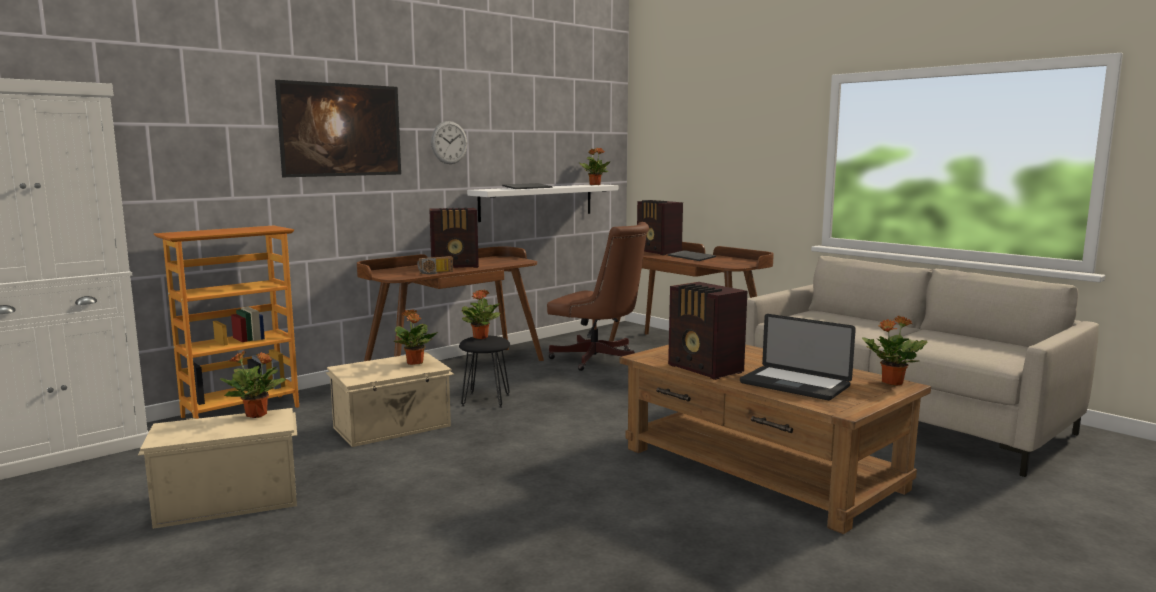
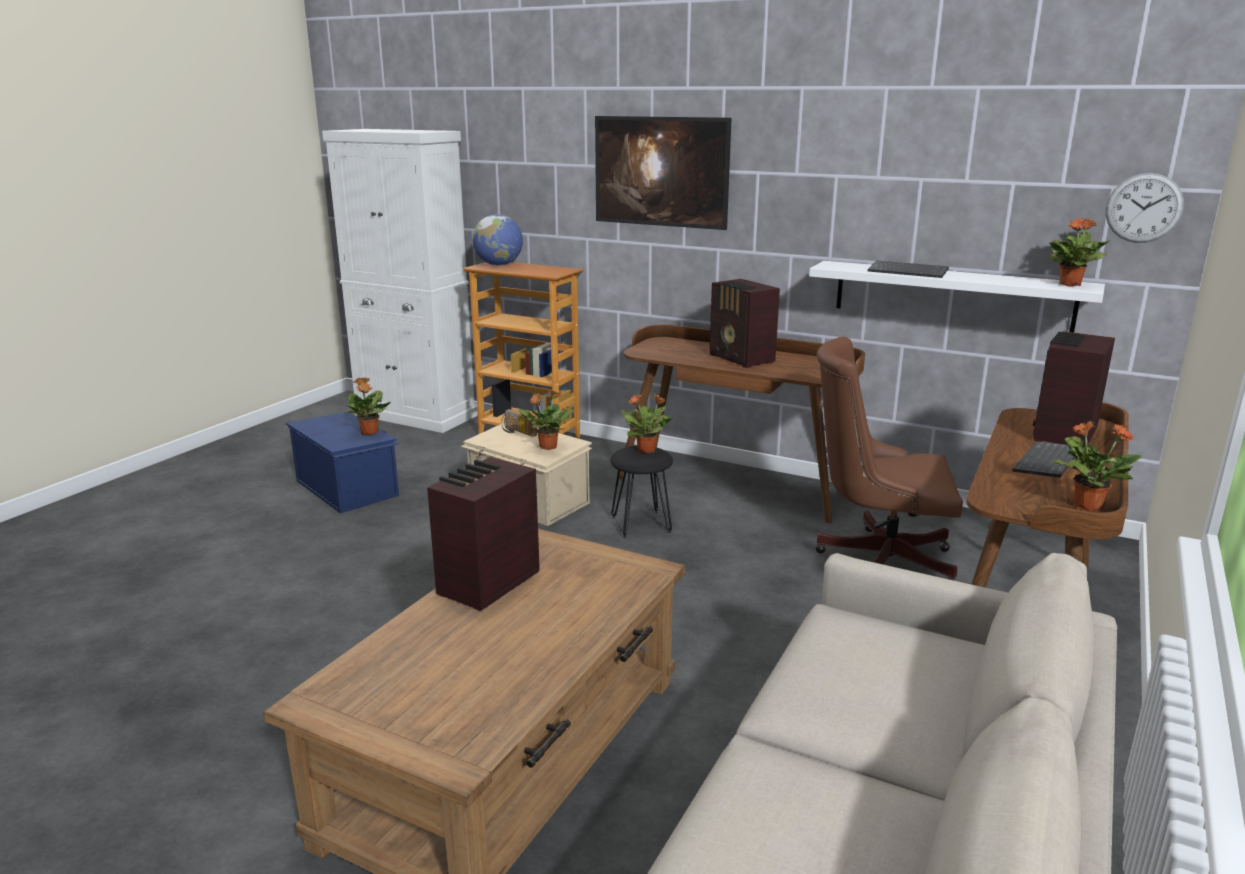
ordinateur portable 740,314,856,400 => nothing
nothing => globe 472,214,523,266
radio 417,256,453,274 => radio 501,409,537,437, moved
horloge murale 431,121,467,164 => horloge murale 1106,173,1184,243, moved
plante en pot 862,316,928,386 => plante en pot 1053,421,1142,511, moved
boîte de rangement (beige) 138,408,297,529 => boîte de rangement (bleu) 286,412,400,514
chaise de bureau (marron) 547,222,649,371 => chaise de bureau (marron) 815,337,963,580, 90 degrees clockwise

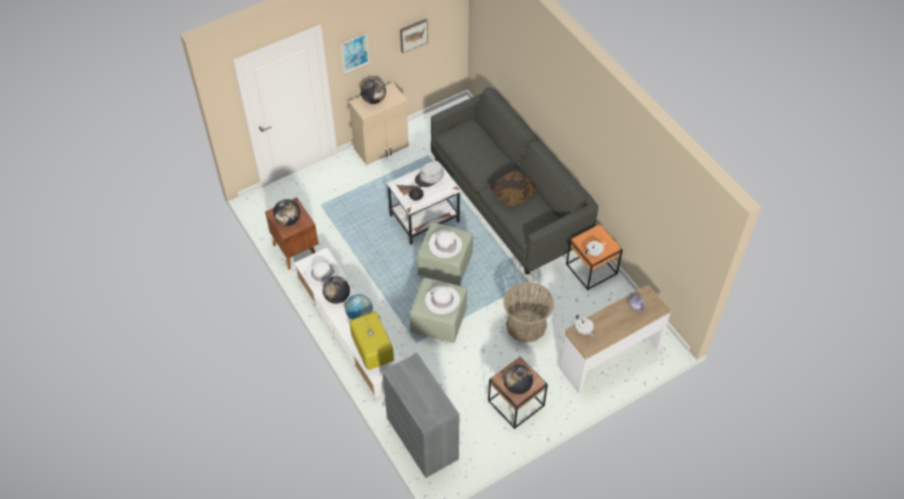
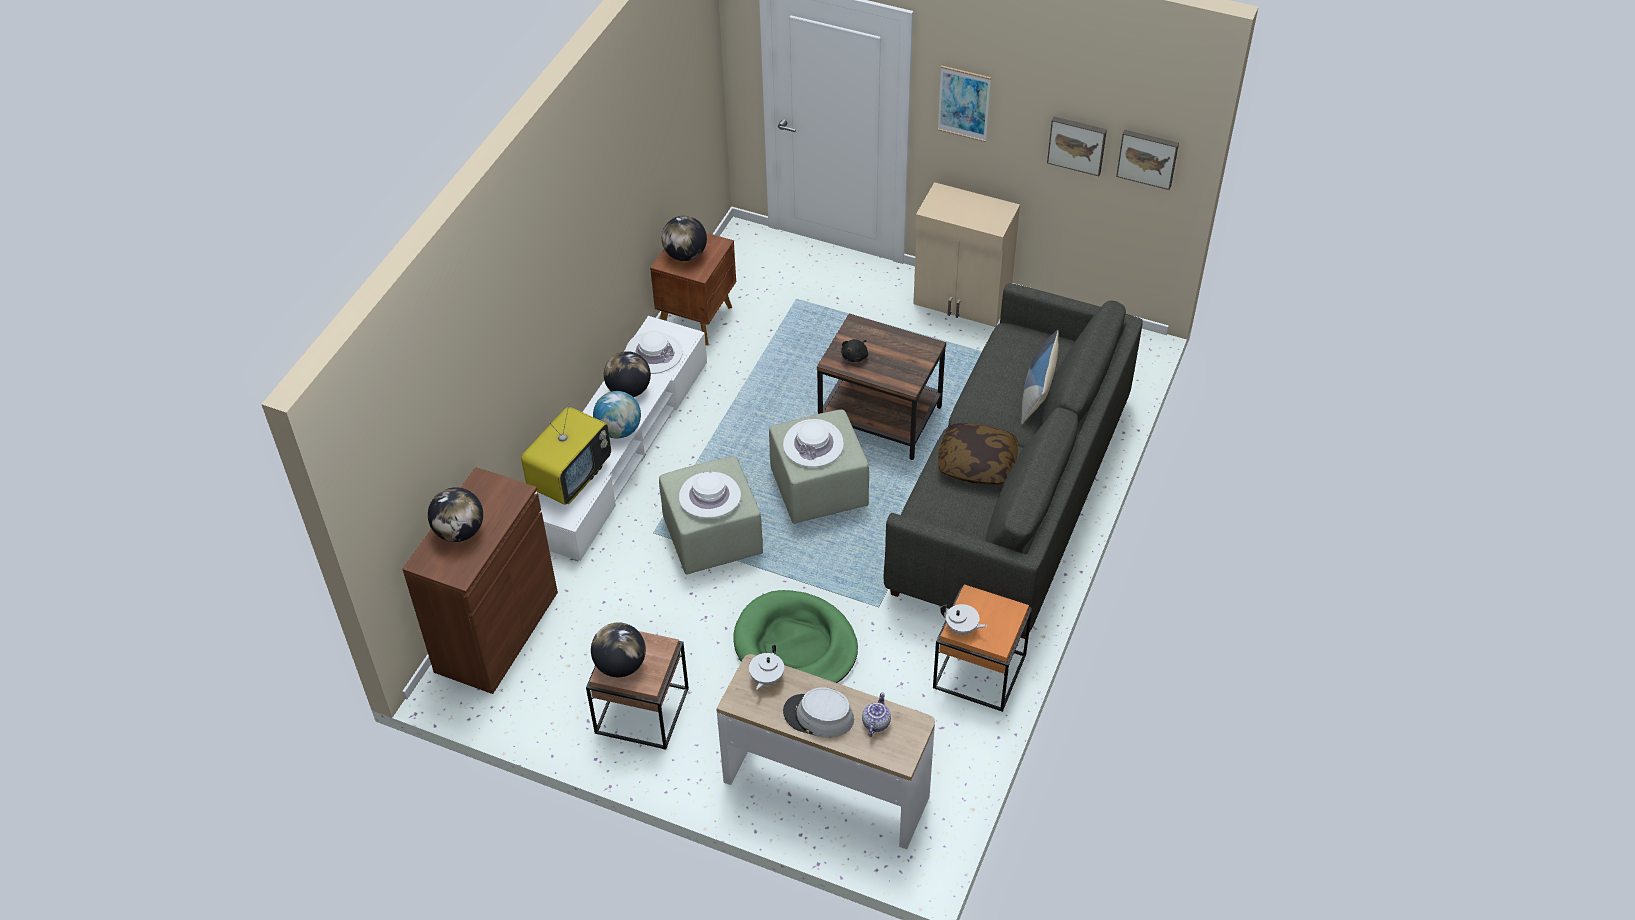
nothing => coussin 1021,330,1059,424
nothing => tableau 1116,130,1179,190
globe 361,79,386,104 => globe 428,487,483,542, moved
chapeau (gris) 415,161,444,187 => chapeau (gris) 783,687,854,738, moved
panier 503,282,554,343 => panier pour chien (vert) 733,590,858,683
meuble de rangement (gris) 382,353,459,478 => meuble de rangement (marron) 402,467,558,694
table d'appoint (blanc) 387,161,460,245 => table d'appoint (marron) 817,314,946,460

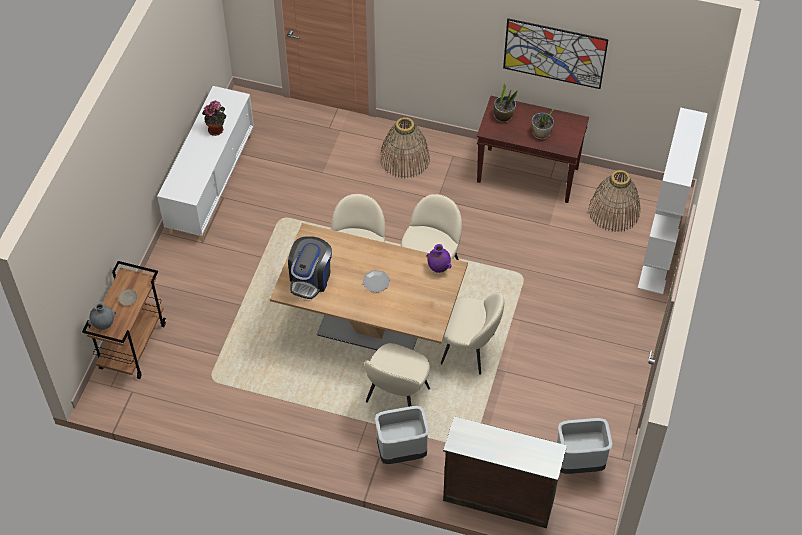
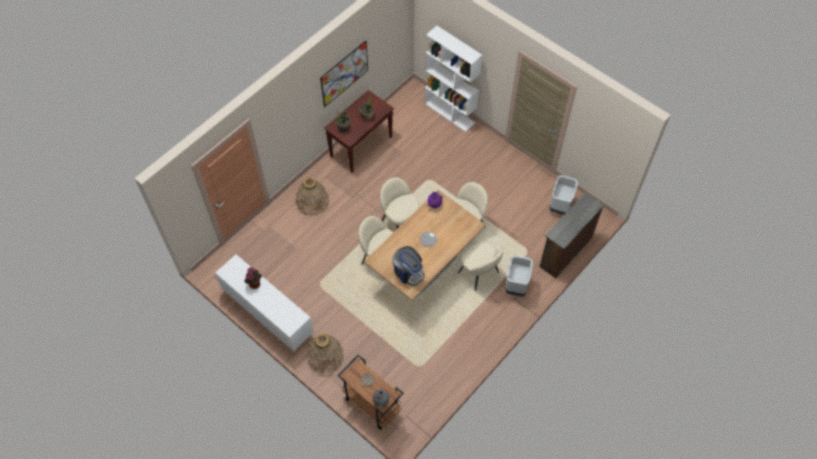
panier 588,170,640,232 => panier 307,334,344,373, moved

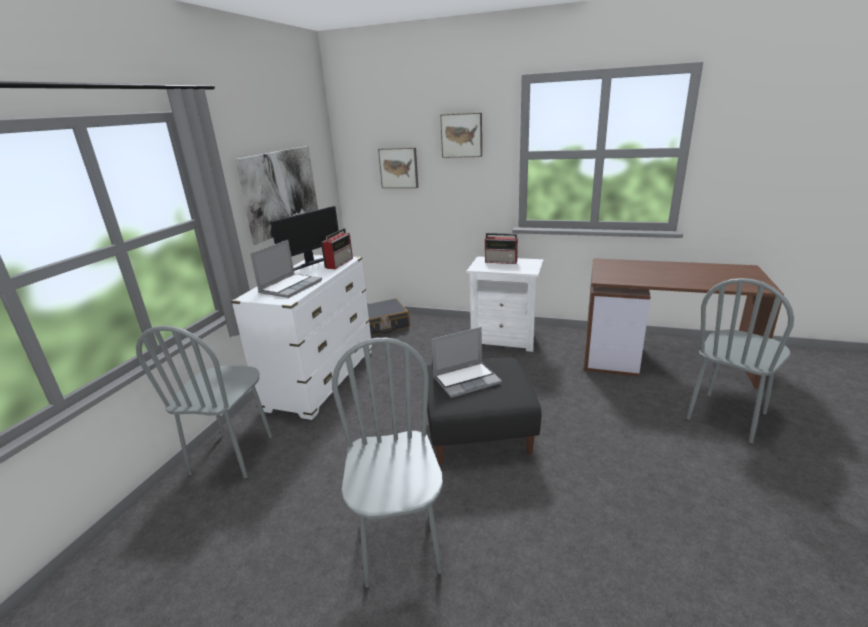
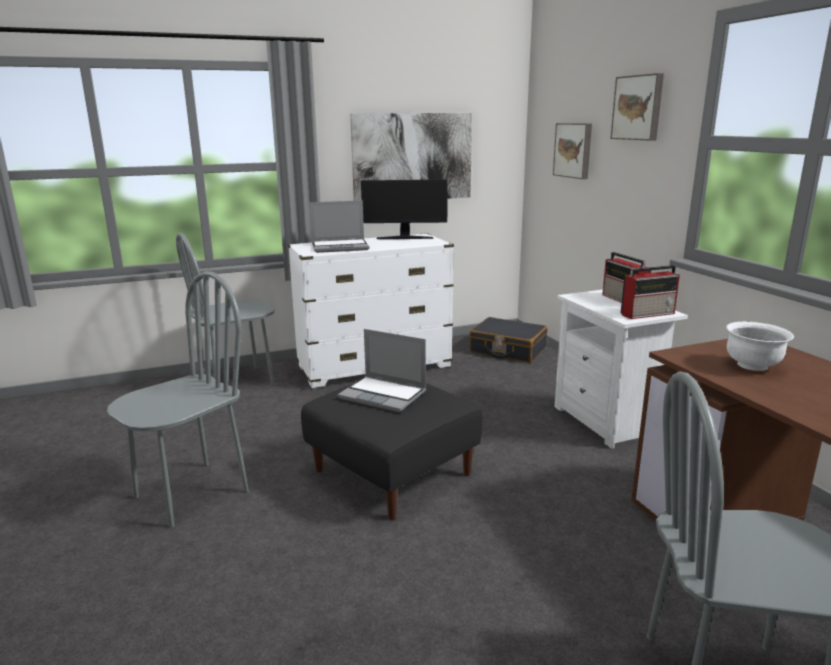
nothing => bol (blanc) 726,321,794,371
radio 321,228,353,269 => radio 621,265,680,319, moved

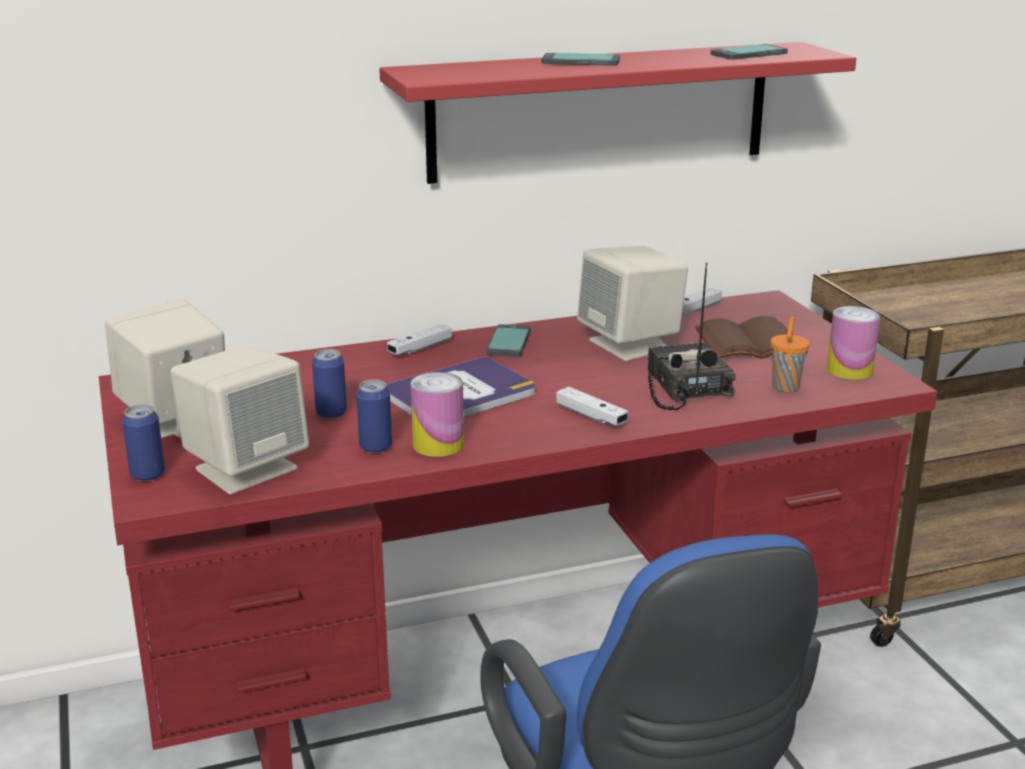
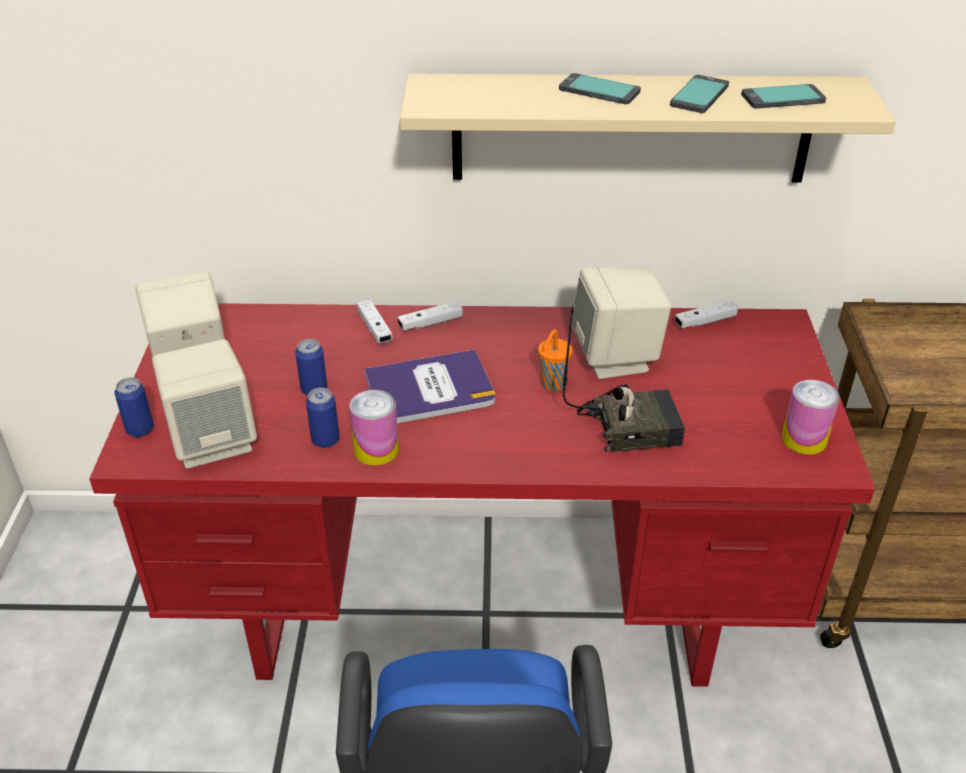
livre (marron) 695,316,808,359 => nothing
téléphone 486,324,531,357 => téléphone 670,75,729,113, moved
manette (blanc) 556,387,628,426 => manette (blanc) 357,299,393,343, moved
tasse (orange) 771,317,810,393 => tasse (orange) 538,329,573,391, moved
étagère (rouge) 379,42,856,184 => étagère (beige) 400,73,896,183
radio 648,263,736,410 => radio 563,305,685,452, 75 degrees clockwise

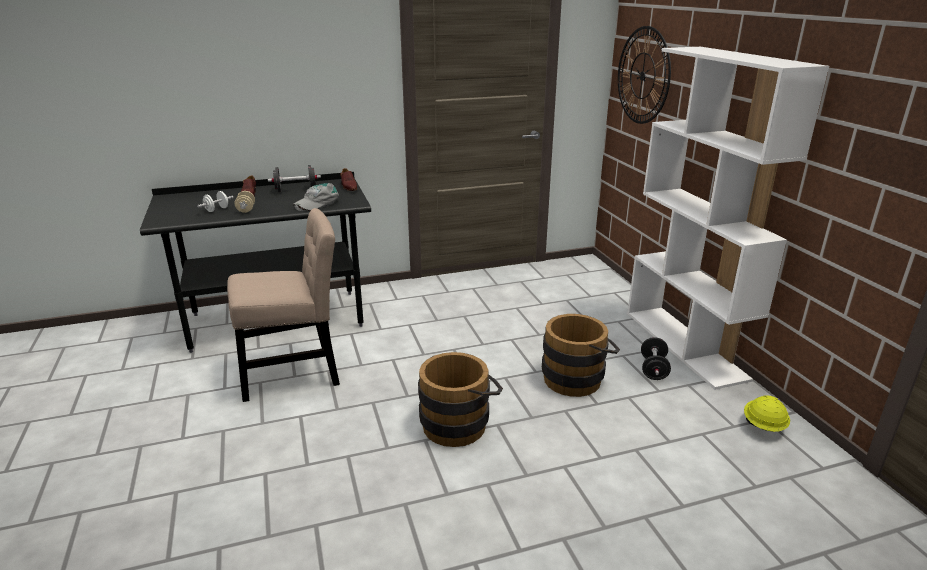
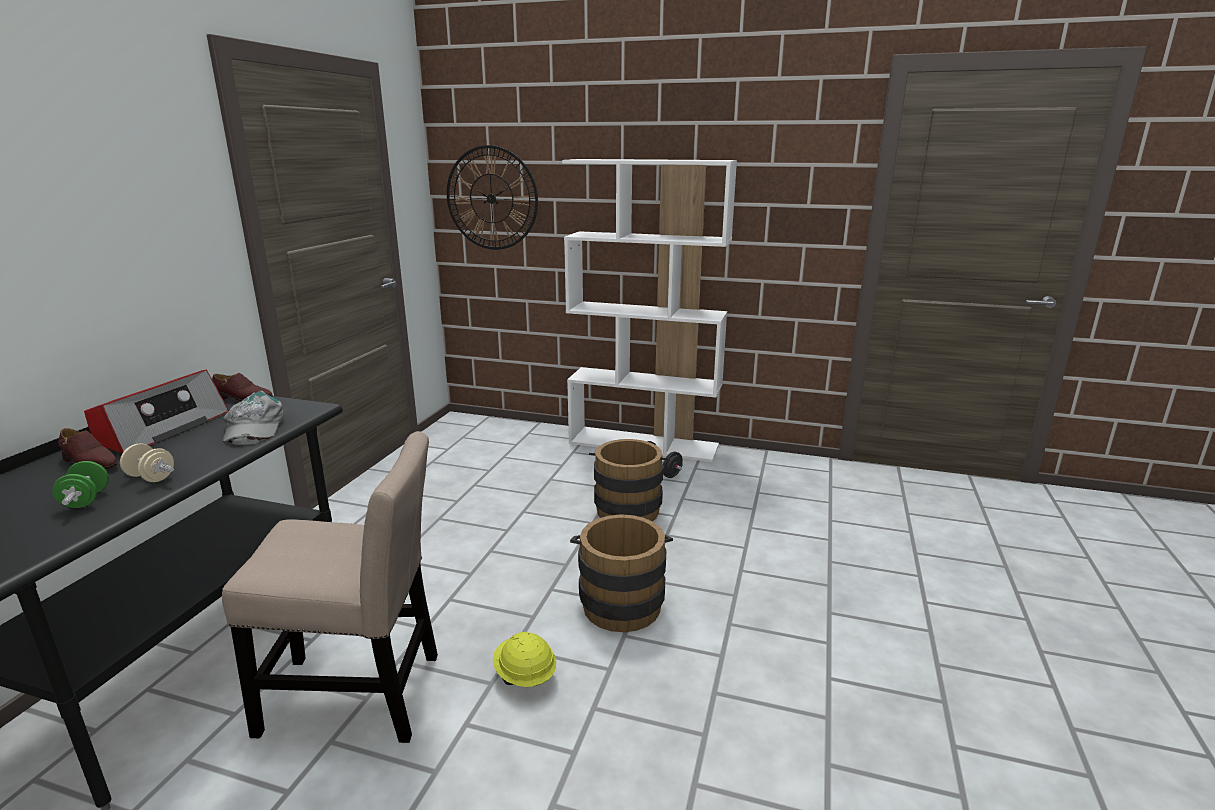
casque de chantier (jaune) 744,395,790,432 => casque de chantier (jaune) 493,632,556,687, moved
haltère (noir) 268,165,321,192 => radio 84,370,229,453
haltère (blanc) 197,191,234,212 => haltère (vert) 52,461,109,508
chaise (beige) 227,208,340,402 => chaise (beige) 222,431,438,743, 75 degrees clockwise

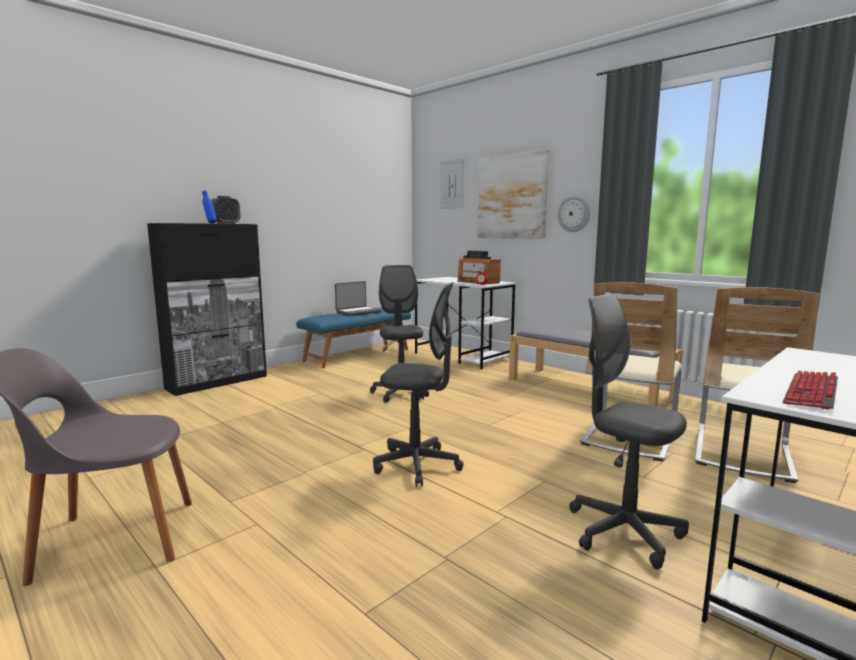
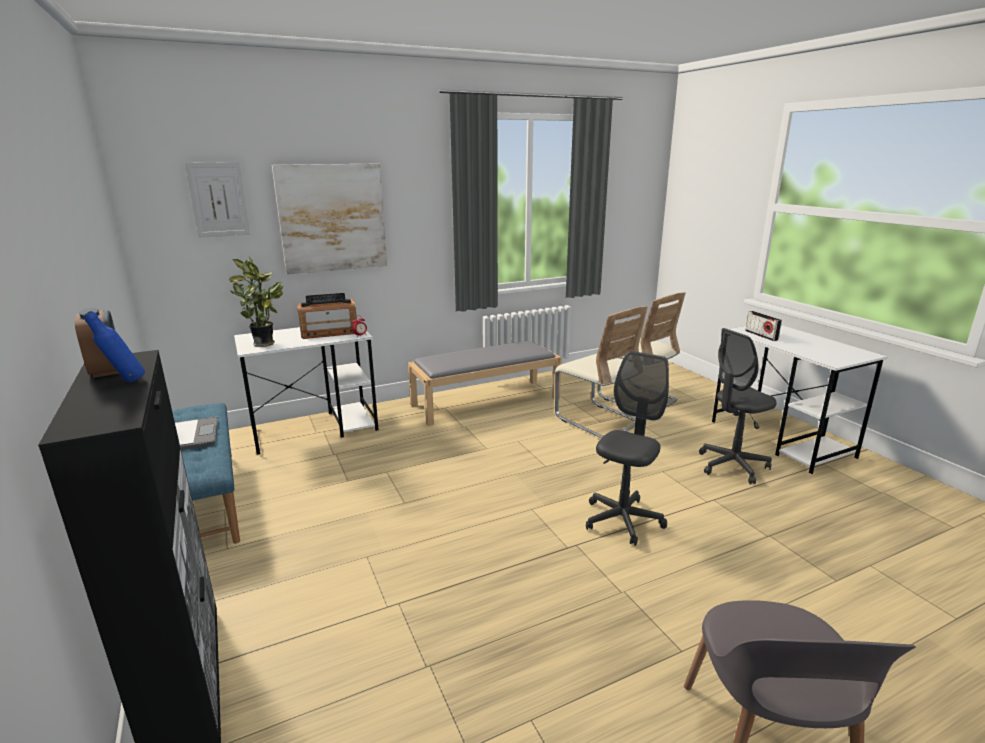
chaise de bureau (gris) 370,265,424,403 => nothing
horloge murale 558,196,590,232 => nothing
clavier 783,370,838,410 => nothing
nothing => plante en pot 229,257,283,347
nothing => radio 745,311,782,341

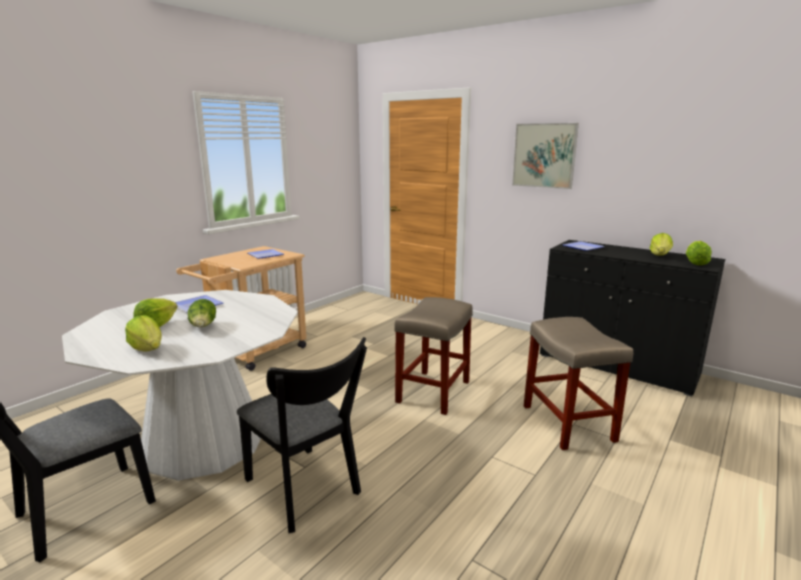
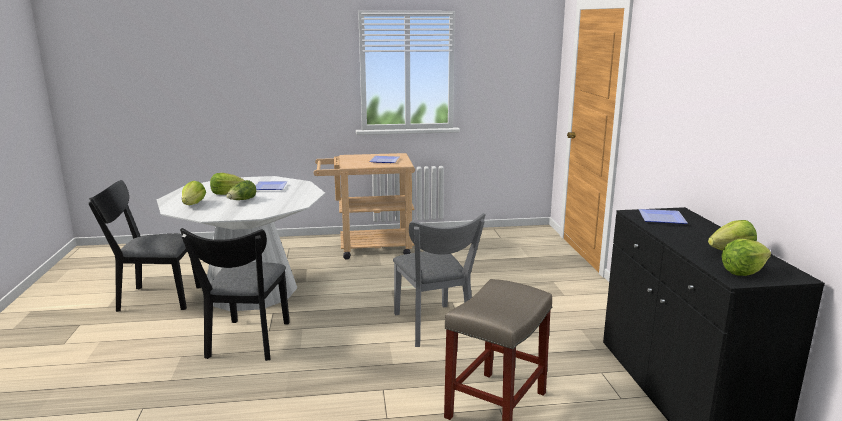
tableau 512,123,579,189 => nothing
tabouret (beige) 394,297,473,415 => chaise (gris) 393,213,485,347

